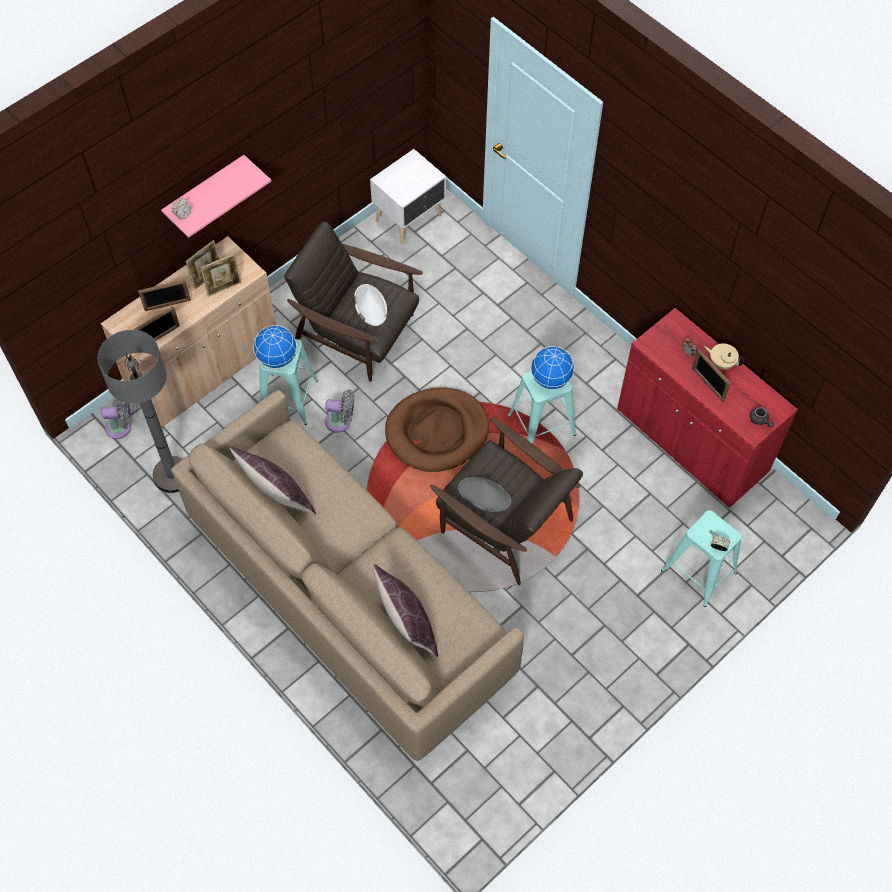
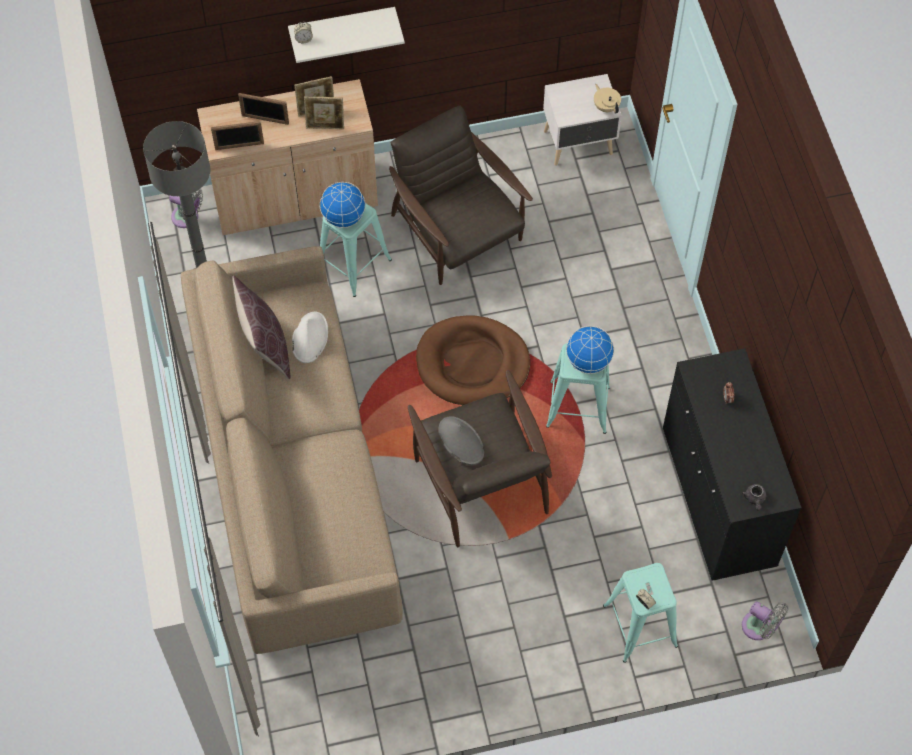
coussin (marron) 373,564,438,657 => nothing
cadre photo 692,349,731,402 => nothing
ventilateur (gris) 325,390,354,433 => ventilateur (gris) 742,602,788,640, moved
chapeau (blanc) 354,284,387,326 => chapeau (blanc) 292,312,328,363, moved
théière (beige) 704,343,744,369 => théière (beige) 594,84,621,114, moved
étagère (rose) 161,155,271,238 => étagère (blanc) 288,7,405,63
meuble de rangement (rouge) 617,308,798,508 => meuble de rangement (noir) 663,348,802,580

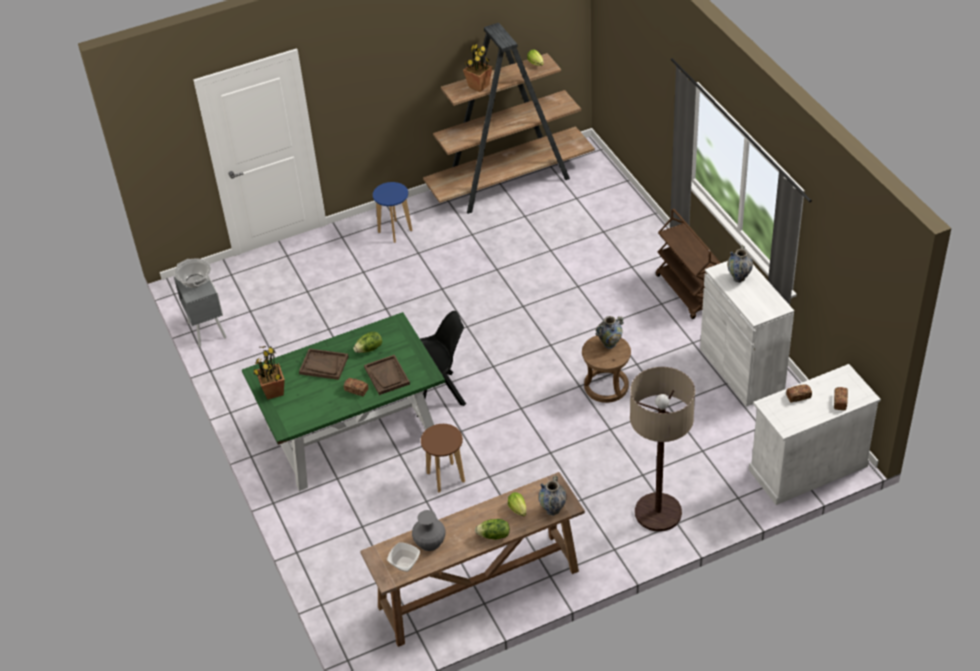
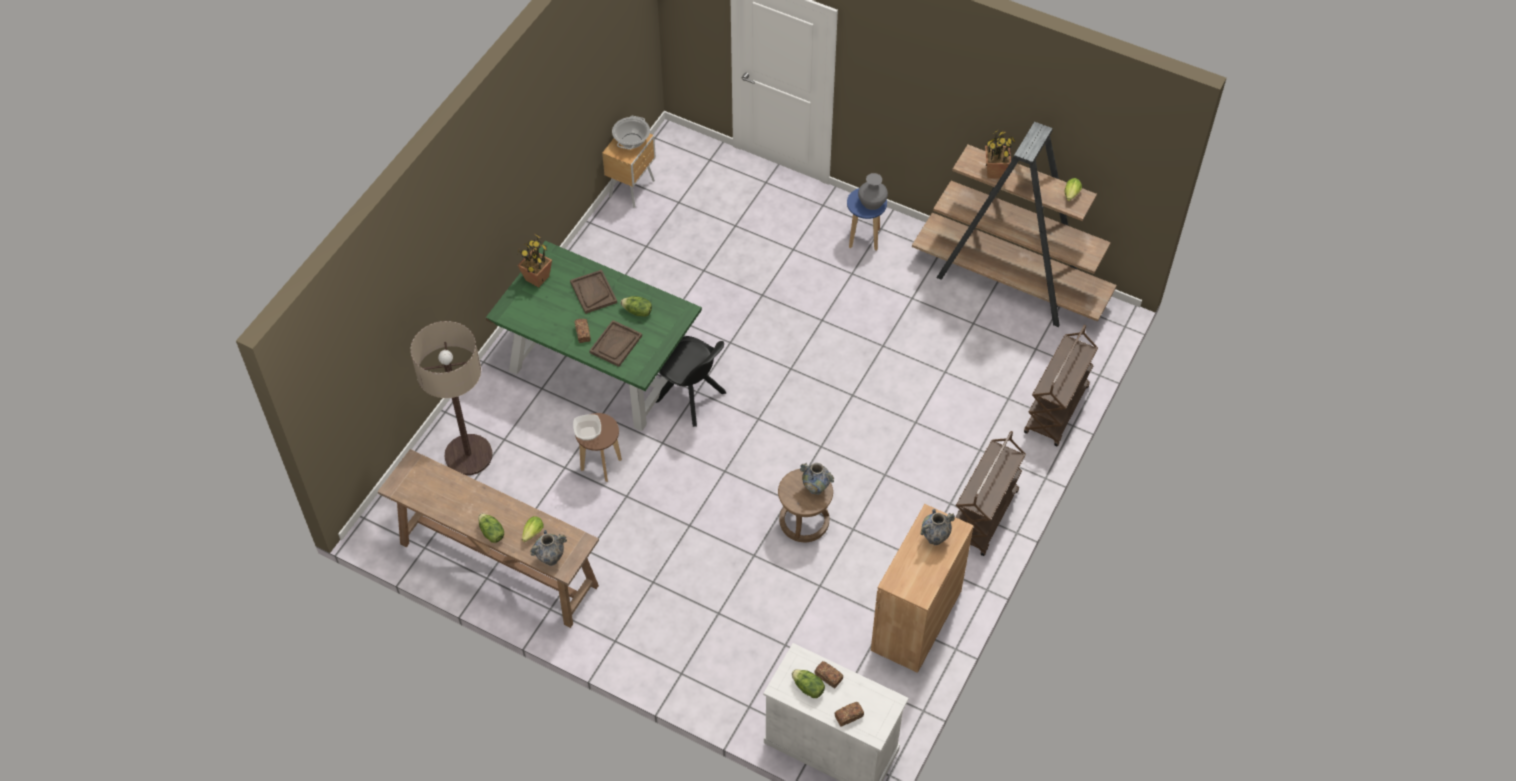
nothing => laitue 792,669,825,698
nothing => chariot (marron) 1024,325,1098,446
bol 387,542,420,572 => bol 573,414,601,441, moved
vase (gris) 412,510,446,551 => vase (gris) 858,173,888,210, moved
lampadaire 630,367,695,532 => lampadaire 410,321,493,476, moved
table de chevet (gris) 174,275,226,347 => table de chevet (marron) 602,134,656,207
meuble de rangement (blanc) 700,261,794,407 => meuble de rangement (marron) 871,504,974,673

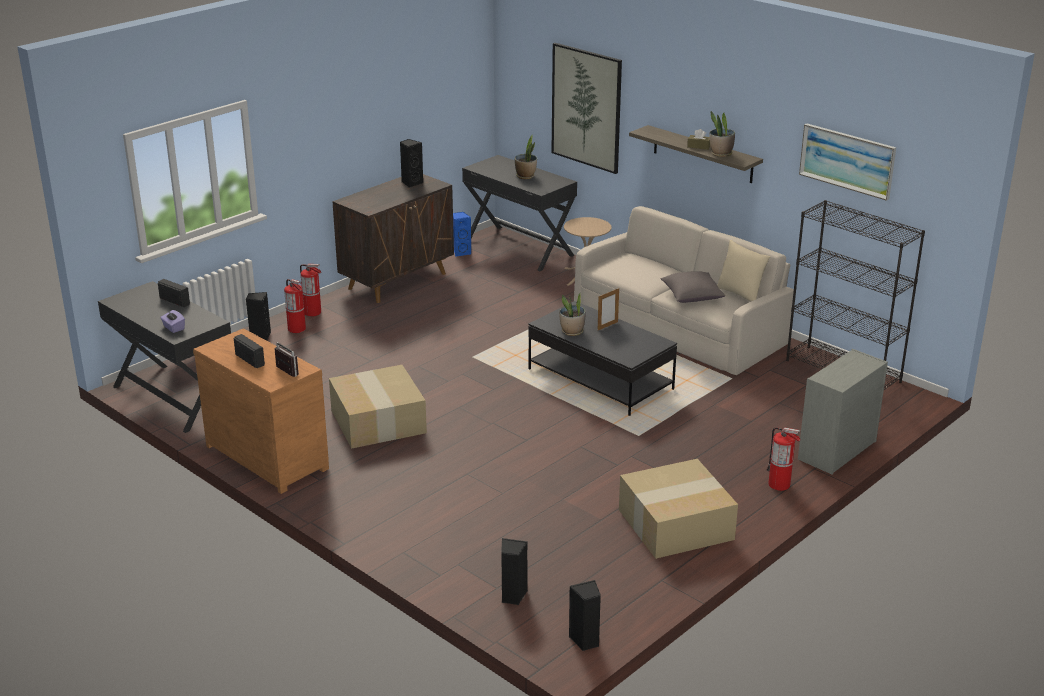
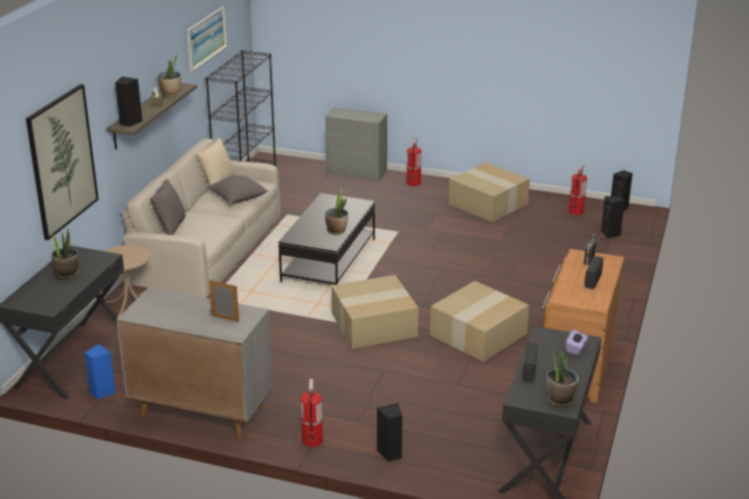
nothing => coussin (gris) 151,179,186,235
nothing => carton 331,275,418,349
nothing => plante en pot 546,345,579,407
extincteur 284,279,306,333 => extincteur 569,165,587,215, moved
enceinte (noir) 400,139,423,188 => enceinte (noir) 115,77,143,127, moved
cadre photo 598,288,619,330 => cadre photo 209,280,239,322, moved
meuble de rangement (marron) 332,174,454,303 => meuble de rangement (gris) 116,287,273,438

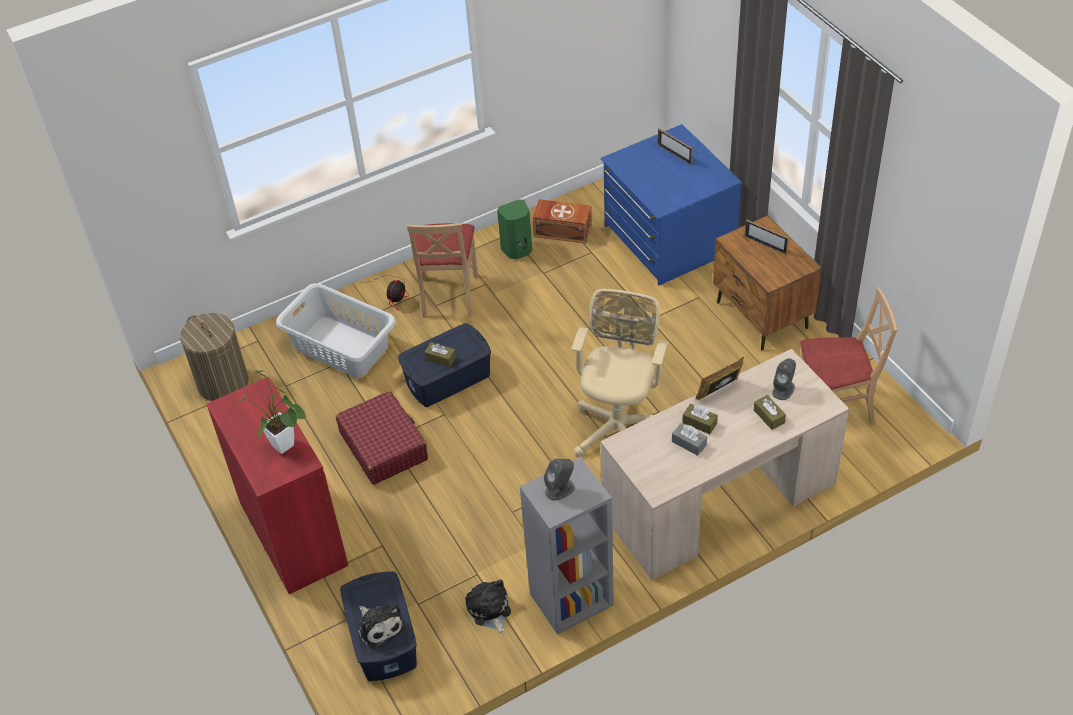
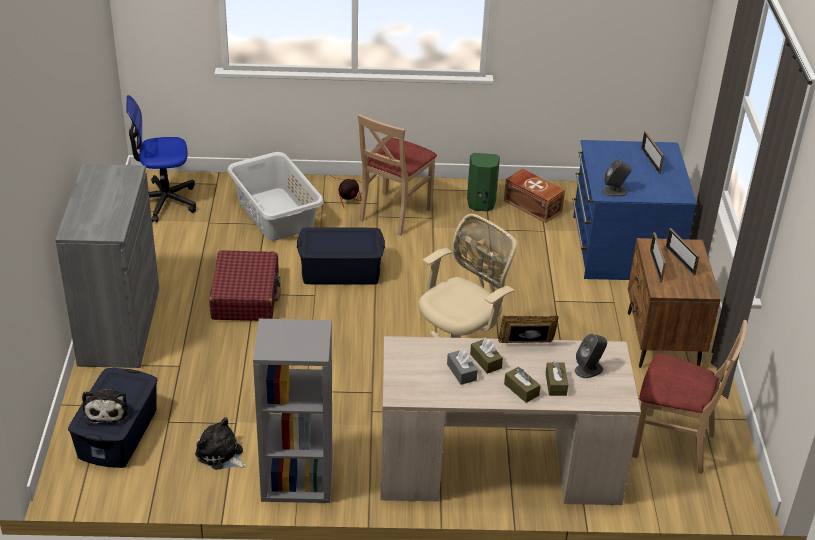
plante en pot 237,370,306,454 => nothing
nothing => cadre photo 650,232,666,282
boîte à mouchoirs (marron) 424,342,456,367 => boîte à mouchoirs (marron) 504,367,541,403, moved
enceinte (gris) 544,459,575,500 => enceinte (gris) 602,159,632,197, moved
panier à linge 180,313,249,401 => chaise de bureau 126,95,196,223
meuble de rangement (rouge) 206,377,349,594 => meuble de rangement (gris) 55,164,159,368
peluche 465,579,511,634 => peluche 195,417,247,470, 60 degrees counterclockwise

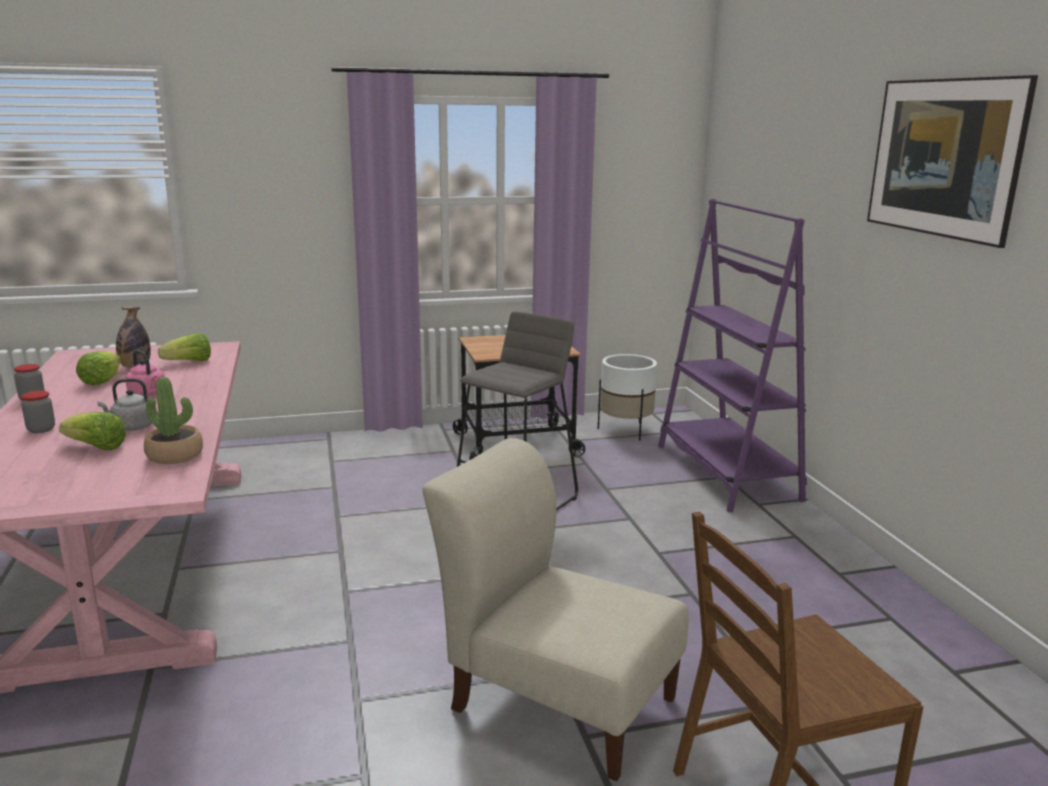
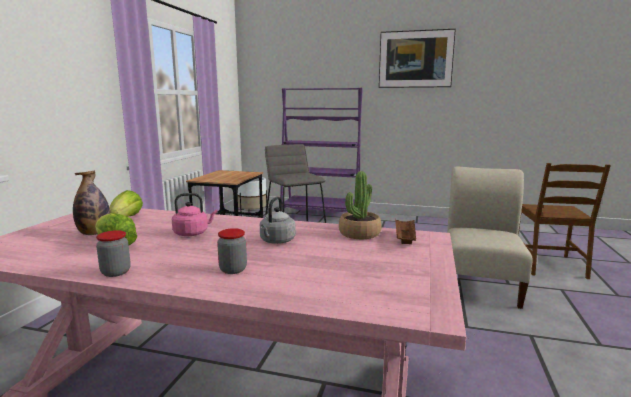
laitue 59,412,126,450 => nothing
nothing => plateau (marron) 395,219,416,244
chaise (beige) 422,438,689,781 => chaise (beige) 447,167,532,309, 135 degrees clockwise

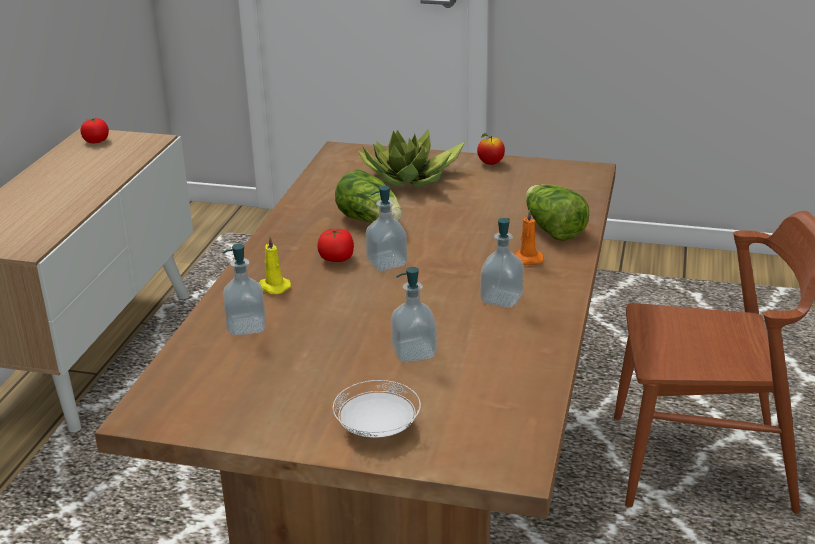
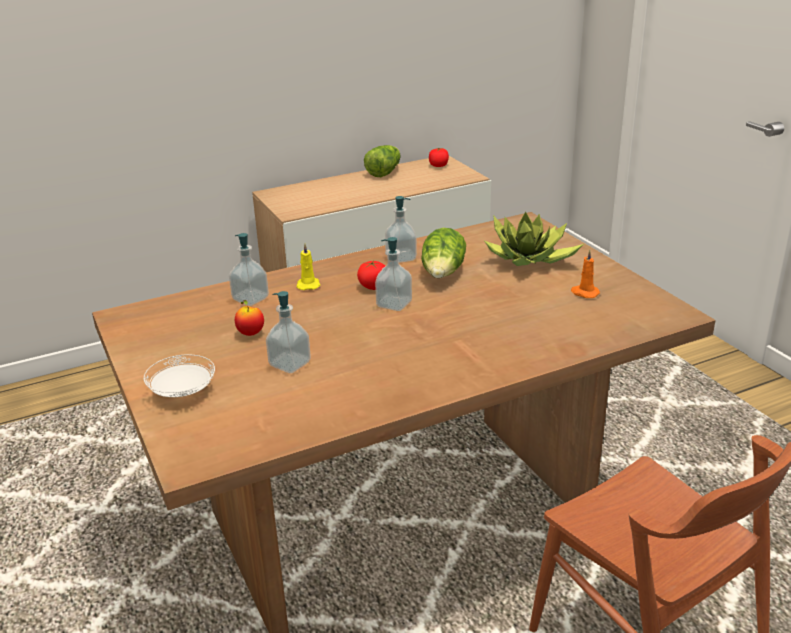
pomme 477,133,505,165 => pomme 235,300,264,336, moved
distributeur de savon 480,218,524,308 => distributeur de savon 385,196,417,263, moved
bougie (orange) 515,209,544,265 => bougie (orange) 571,250,600,298, moved
laitue 526,184,589,241 => laitue 364,145,401,177, moved

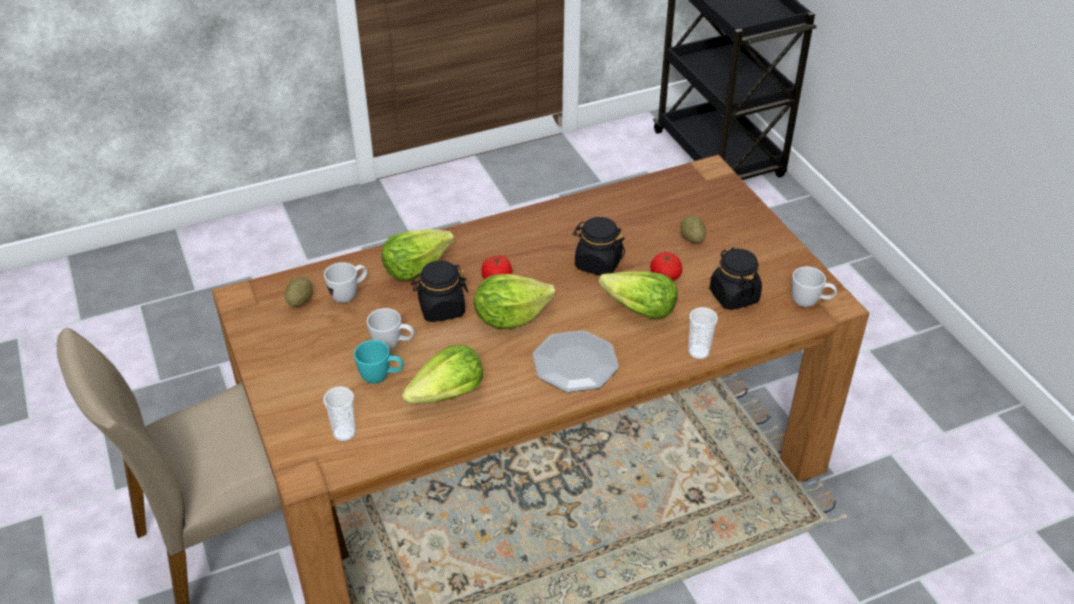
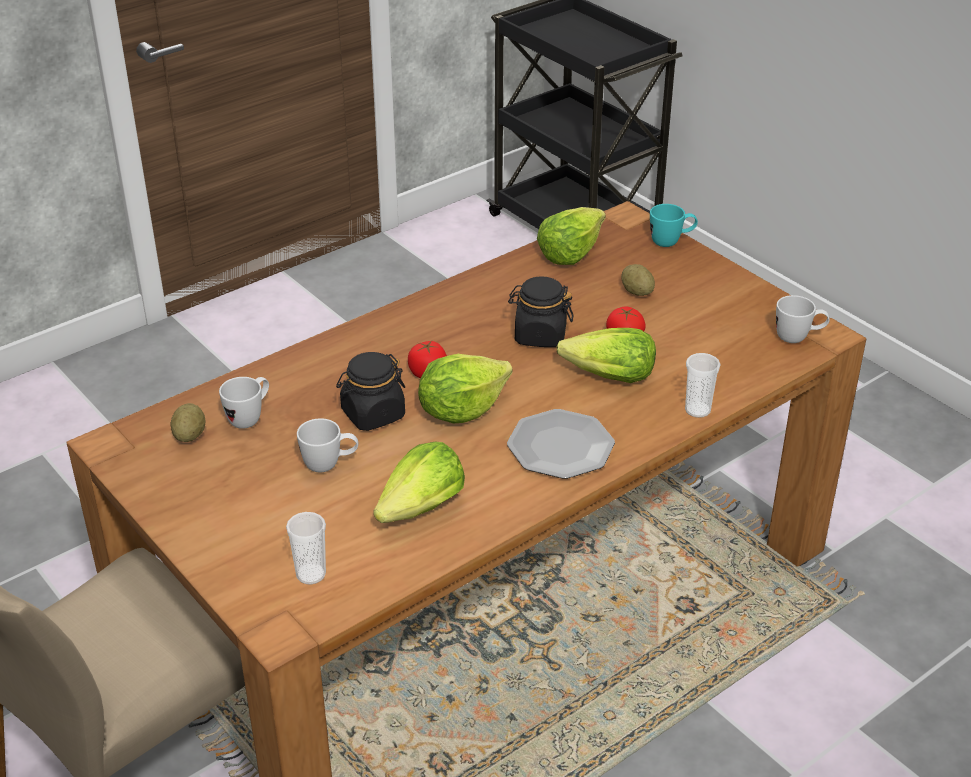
bocal (noir) 709,248,762,310 => nothing
mug (turquoise) 354,340,404,384 => mug (turquoise) 650,204,698,247, moved
laitue 382,229,454,281 => laitue 537,207,606,265, moved

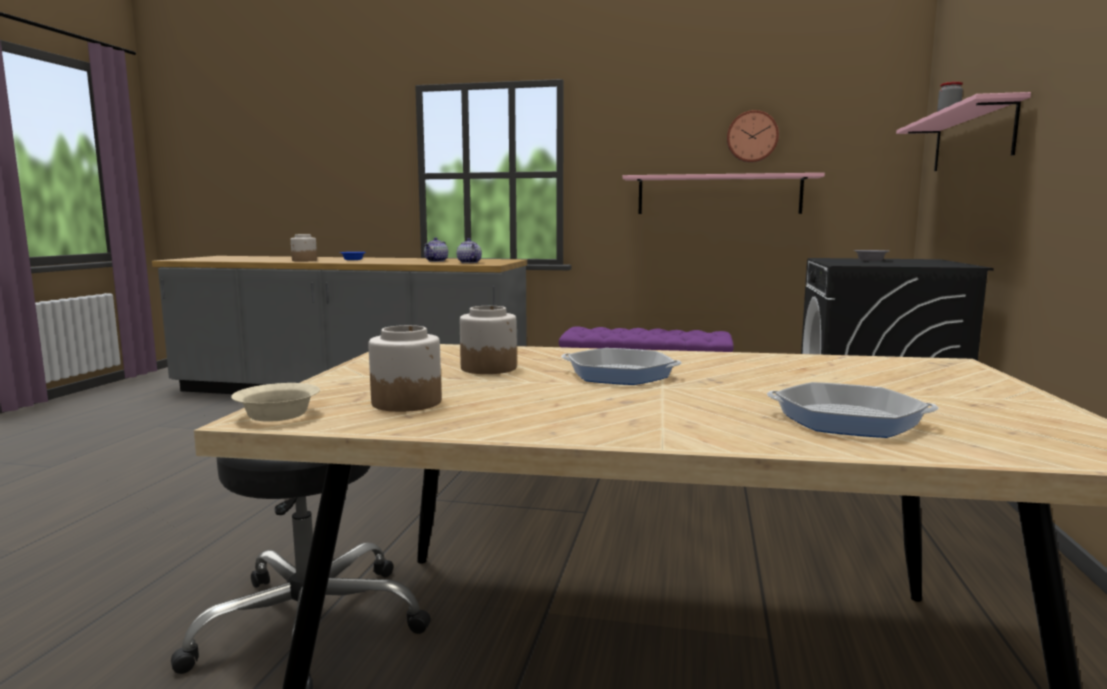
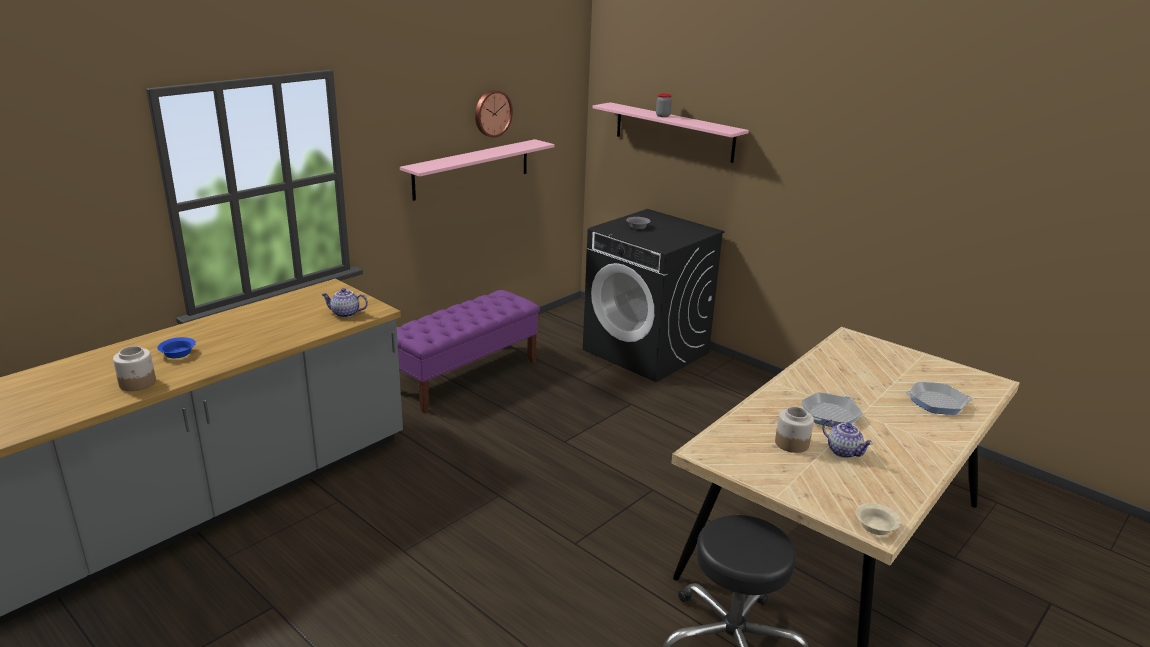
bocal 369,325,441,412 => nothing
théière 424,237,448,262 => théière 822,419,873,458, moved
poêle 767,382,939,438 => poêle 906,382,972,415, 135 degrees counterclockwise

